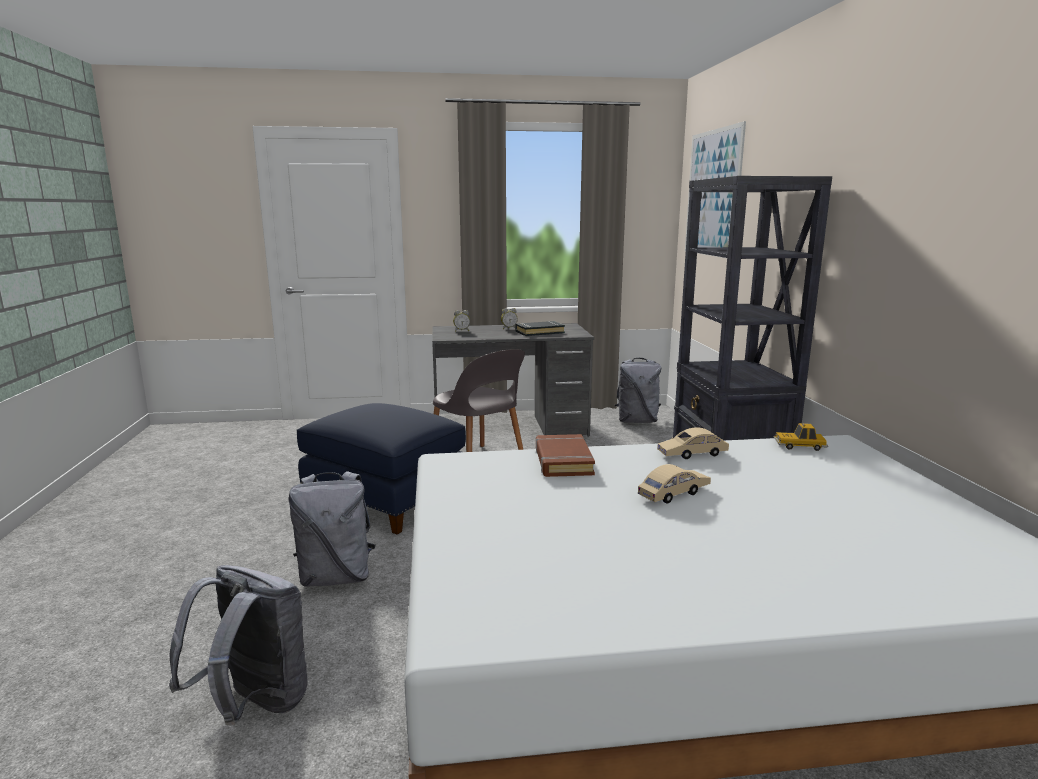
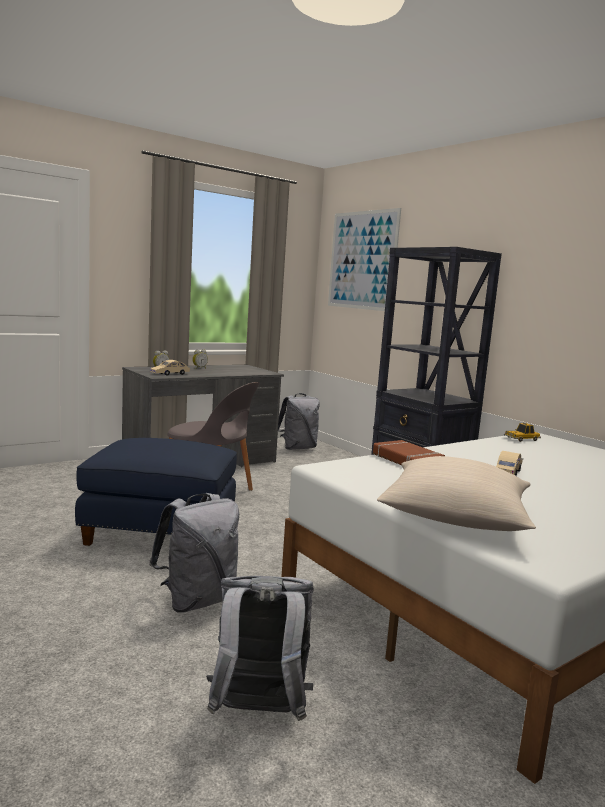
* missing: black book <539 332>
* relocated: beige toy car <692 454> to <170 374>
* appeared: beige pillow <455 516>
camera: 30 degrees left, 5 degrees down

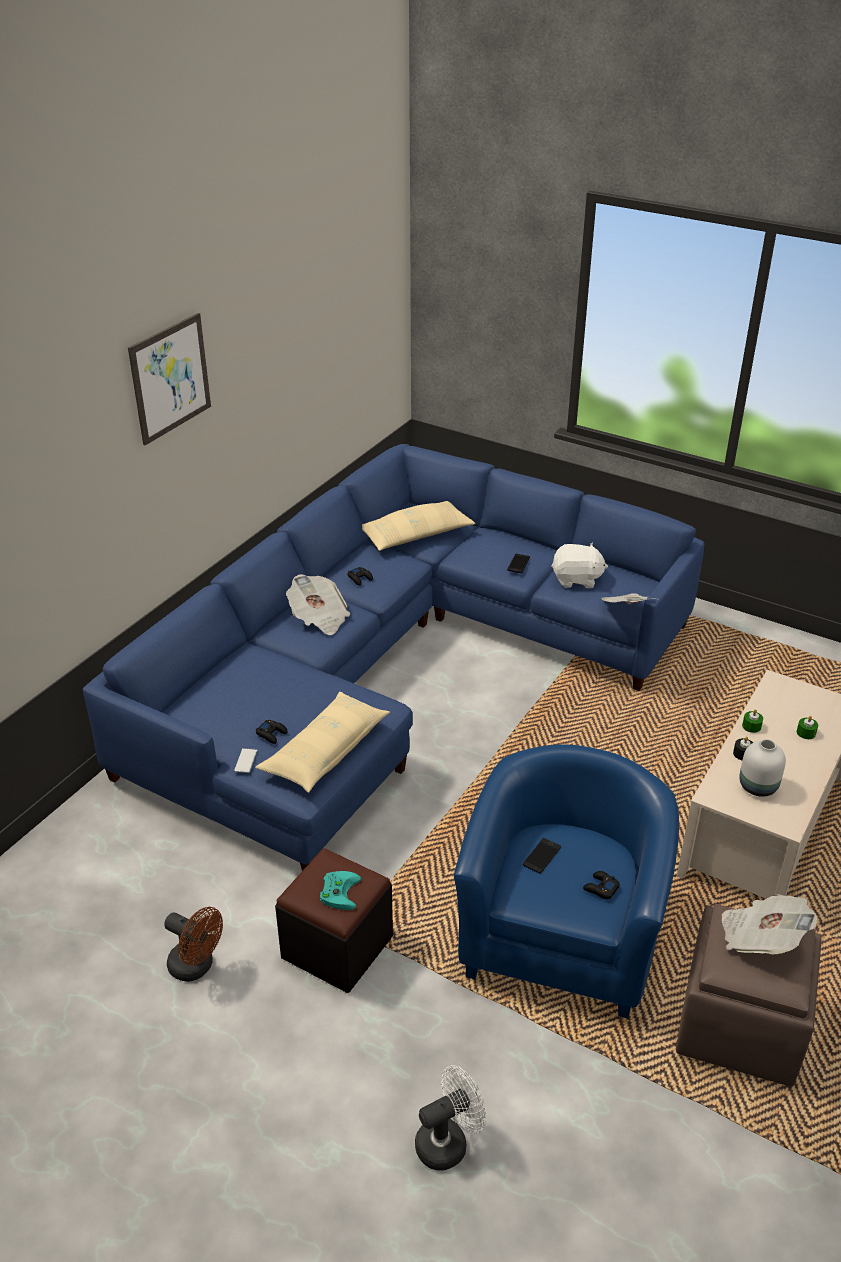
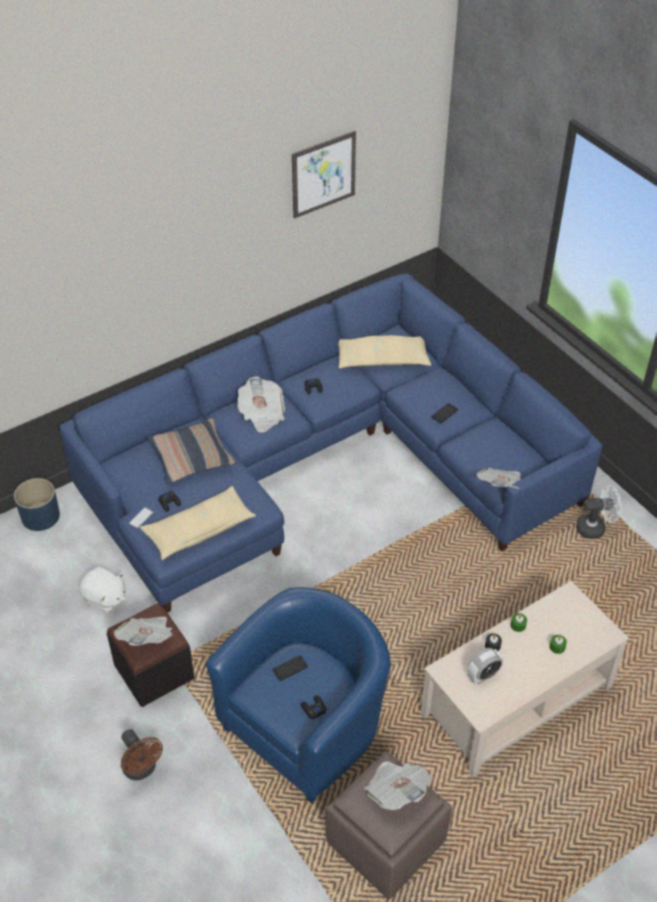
* relocated: picture <170 378> to <323 174>
* relocated: brown fan <197 967> to <142 769>
* exchanged: turquoise game controller <338 891> to newspaper <147 639>
* relocated: white fan <448 1142> to <595 528>
* relocated: white plush toy <576 580> to <104 598>
* exchanged: white vase <757 785> to alarm clock <483 675>
* appeared: blue planter <40 516>
* appeared: pillow <191 457>
camera: 25 degrees right, 10 degrees up

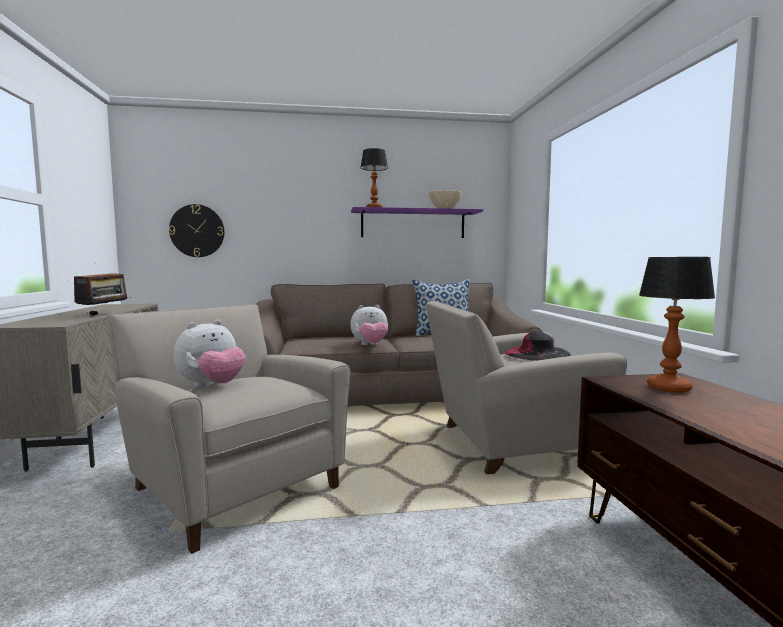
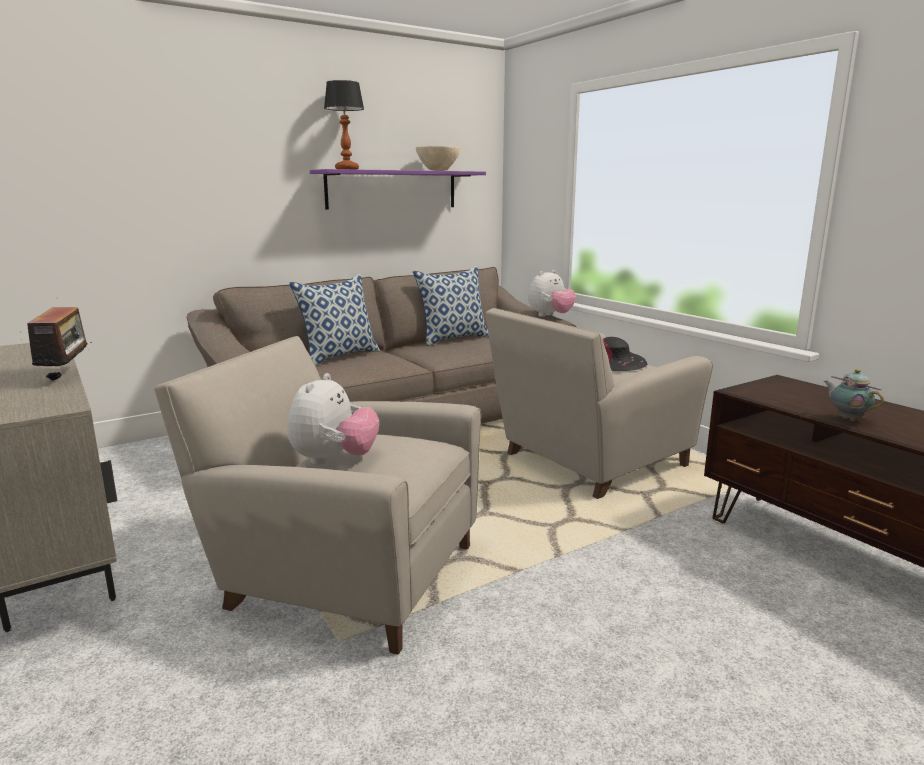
* missing: wall clock <197 231>
* relocated: plush toy <370 345> to <550 316>
* missing: table lamp <669 388>
* appeared: pillow <339 356>
* appeared: teapot <847 419>
camera: 25 degrees left, 10 degrees up

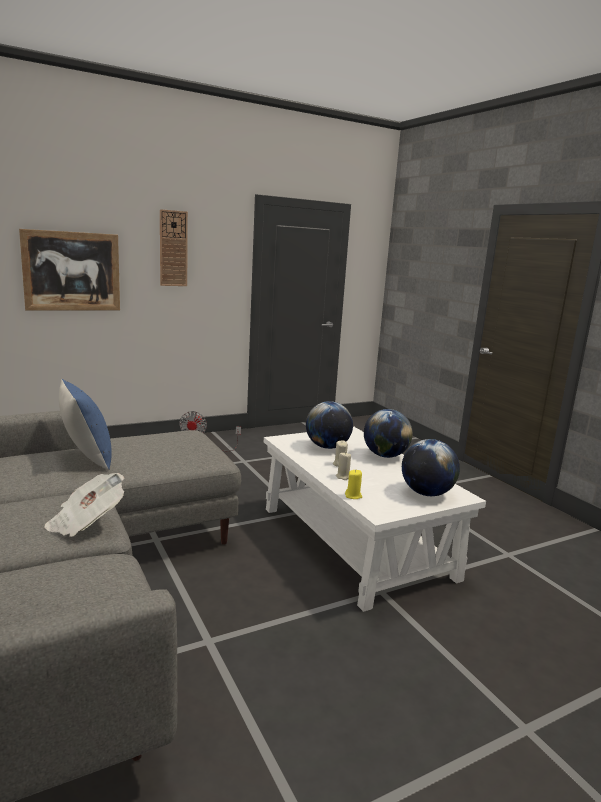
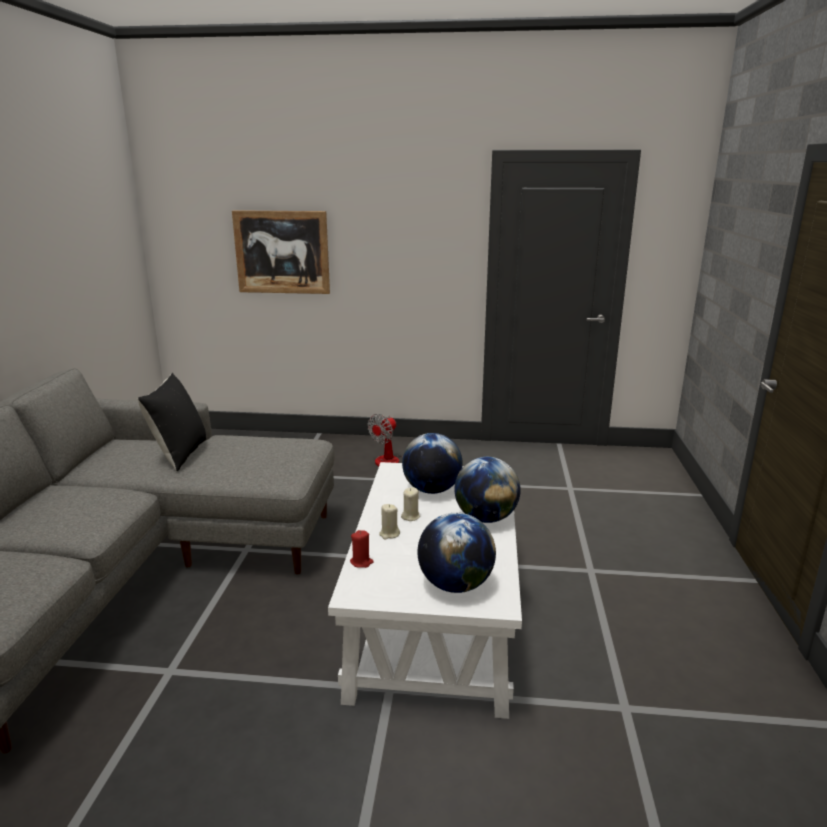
* missing: newspaper <86 522>
* colour: blue pillow <86 458> to black pillow <179 454>
* missing: wall clock <173 248>
* colour: yellow candle <353 496> to red candle <361 562>
camera: 35 degrees right, 5 degrees up

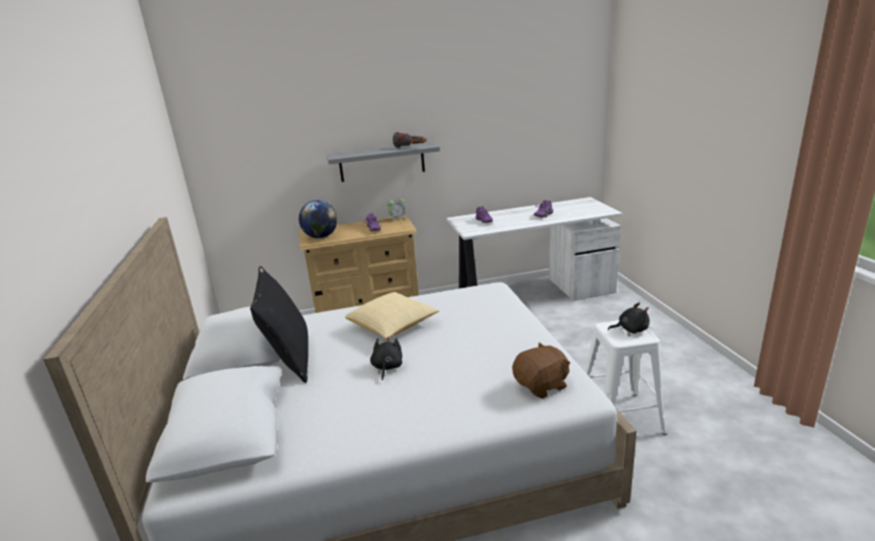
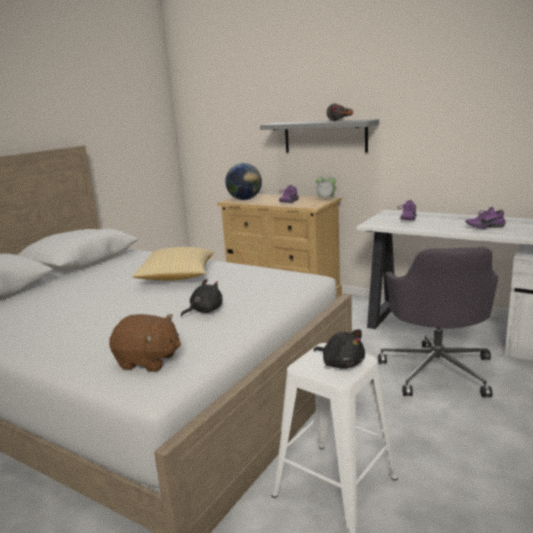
* missing: black pillow <289 359>
* relocated: black plush toy <387 367> to <204 311>
* appeared: grey office chair <437 370>
camera: 45 degrees right, 5 degrees down

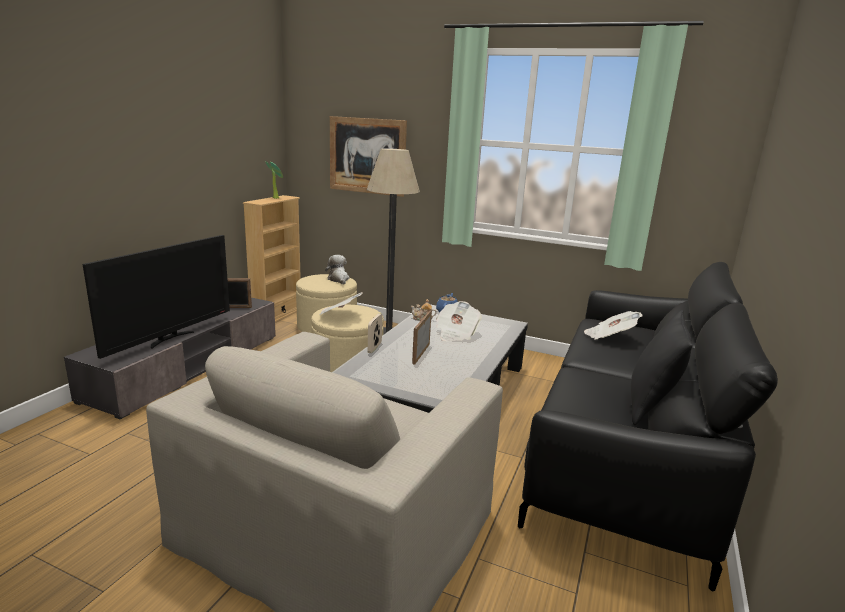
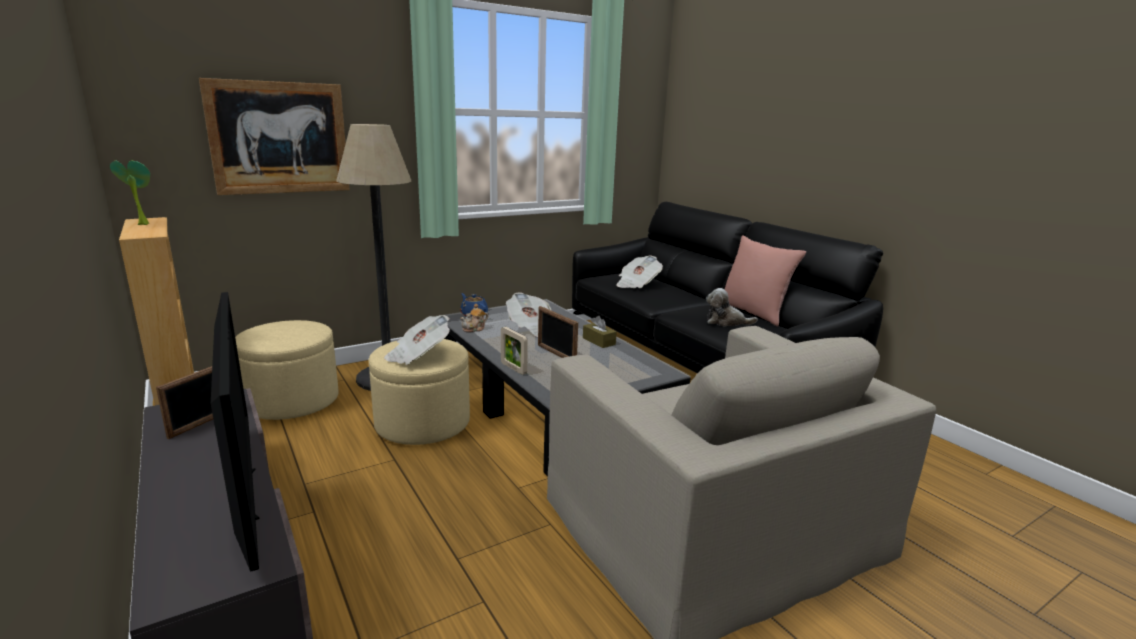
* relocated: plush toy <338 279> to <726 322>
* colour: black pillow <650 406> to pink pillow <754 314>
* appeared: brown tissue box <599 341>
camera: 55 degrees left, 0 degrees up

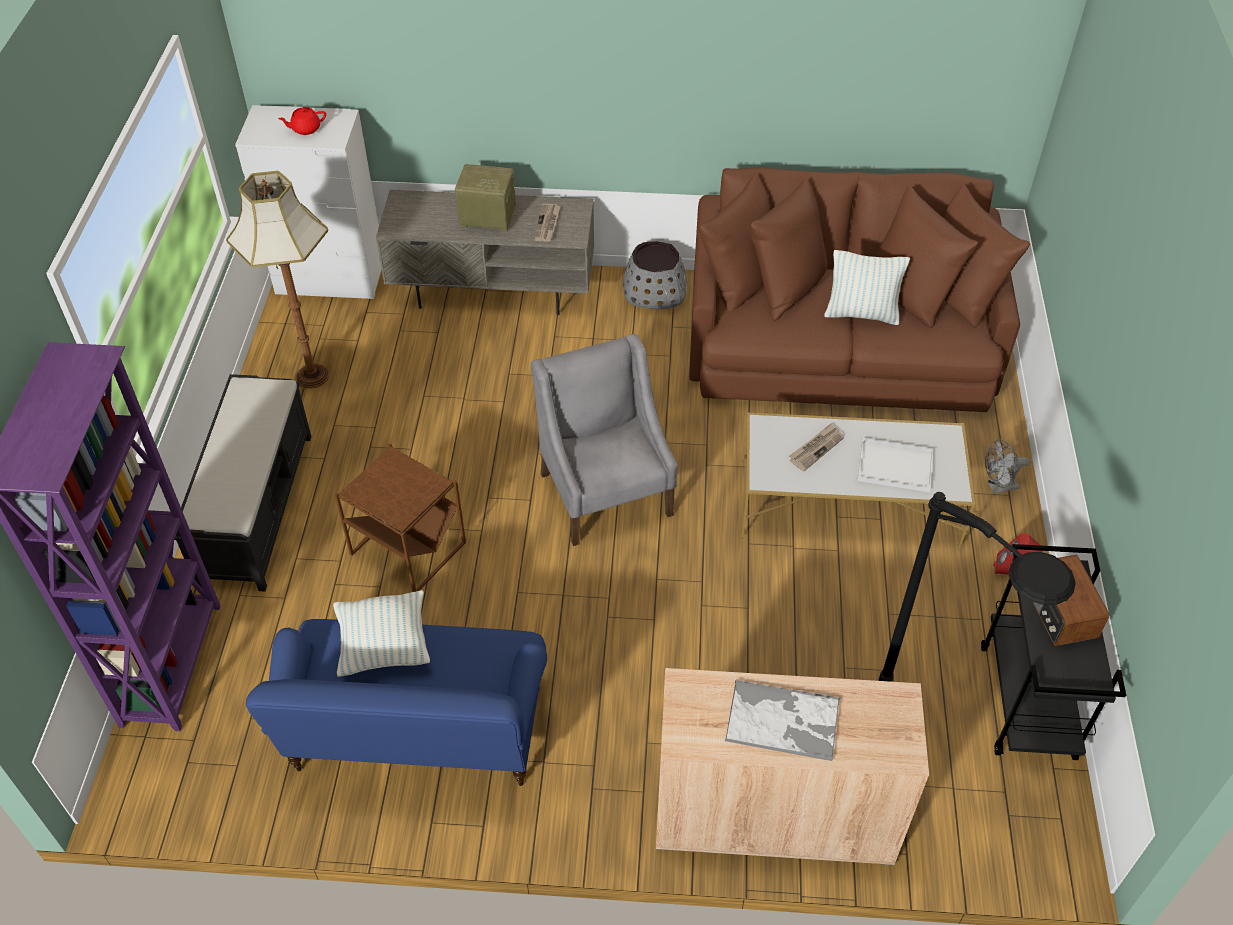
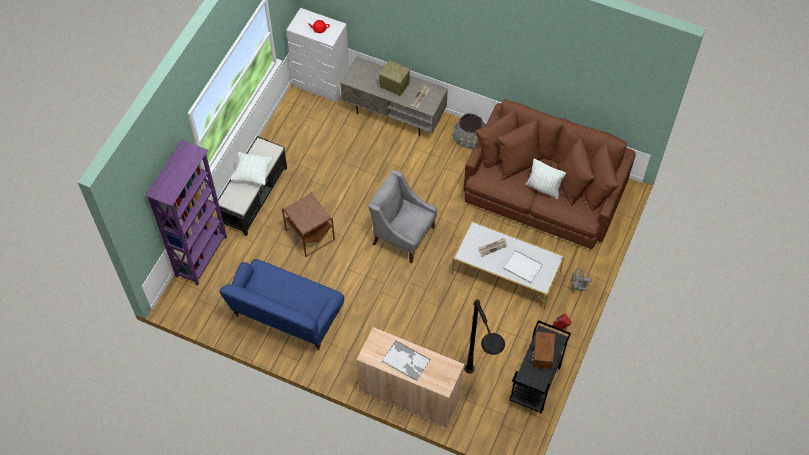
* missing: floor lamp <313 376>
* relocated: pillow <384 646> to <252 173>
* spun: grey armchair <606 492> = <403 235> 60 degrees counterclockwise
camera: 20 degrees right, 10 degrees up

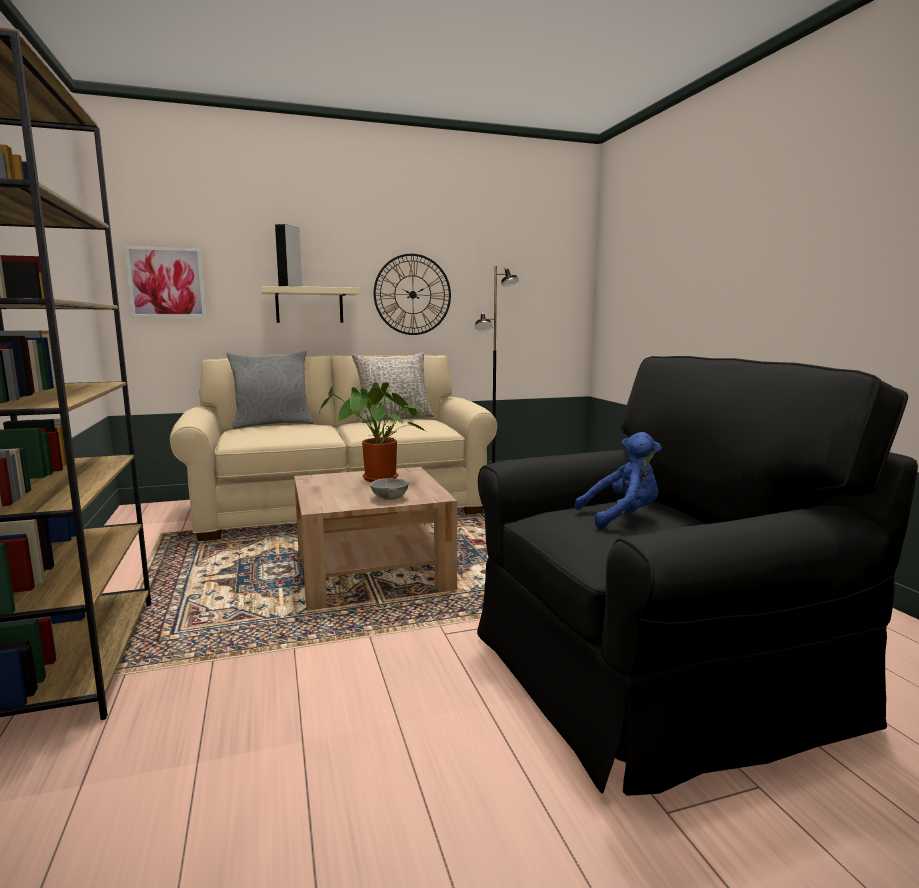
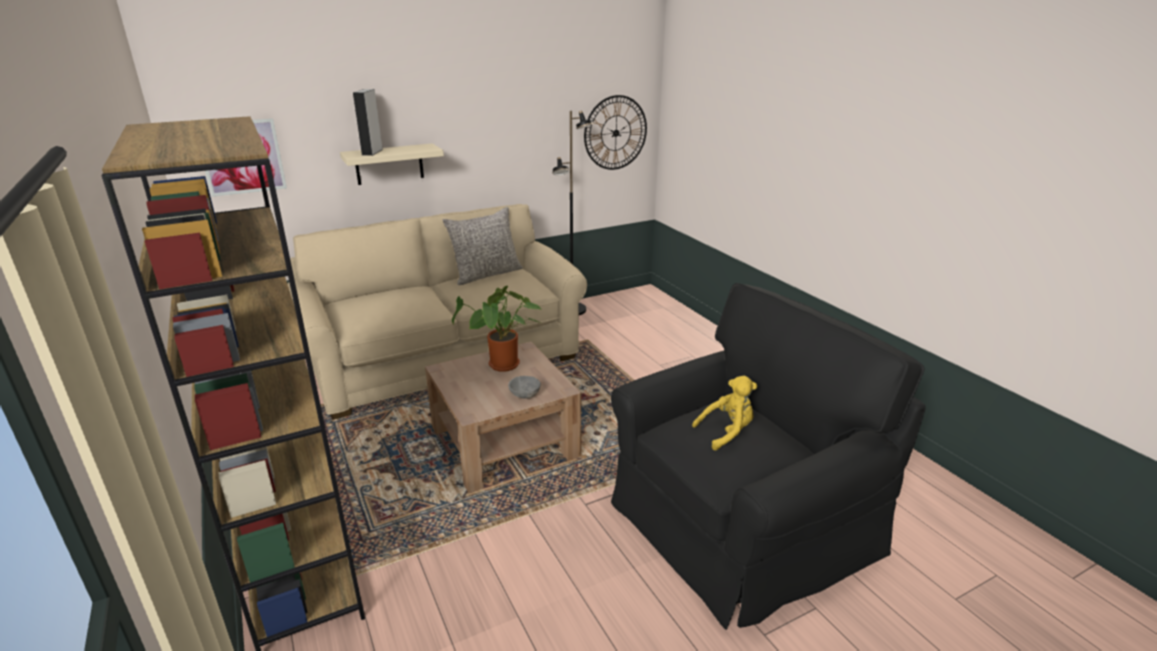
* missing: grey pillow <272 424>
* relocated: wall clock <412 294> to <615 133>
* colour: blue plush toy <622 517> to yellow plush toy <727 432>
camera: 10 degrees left, 15 degrees up

